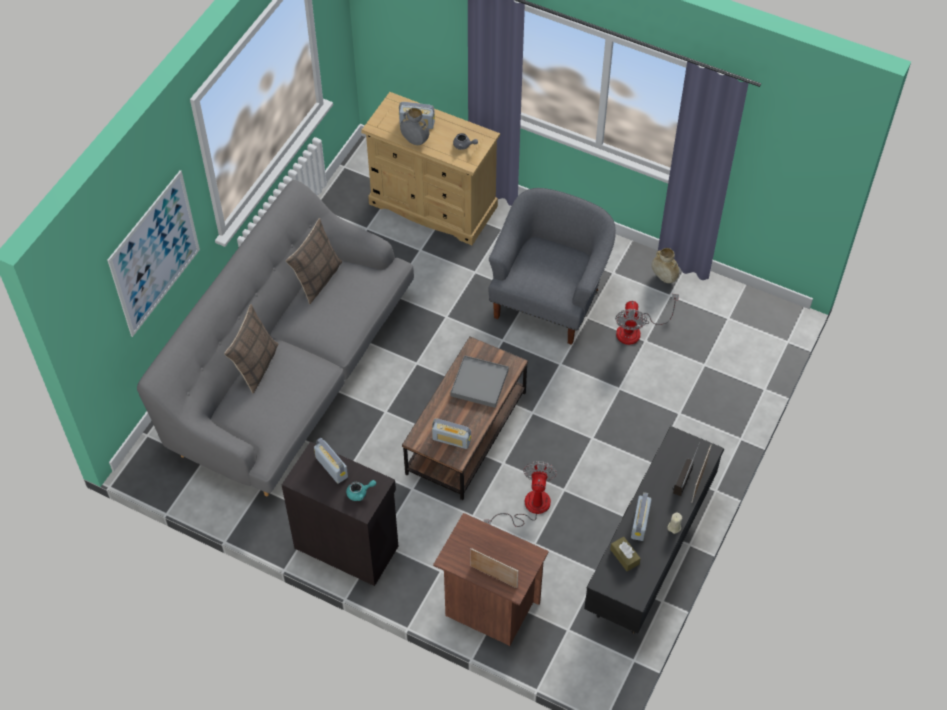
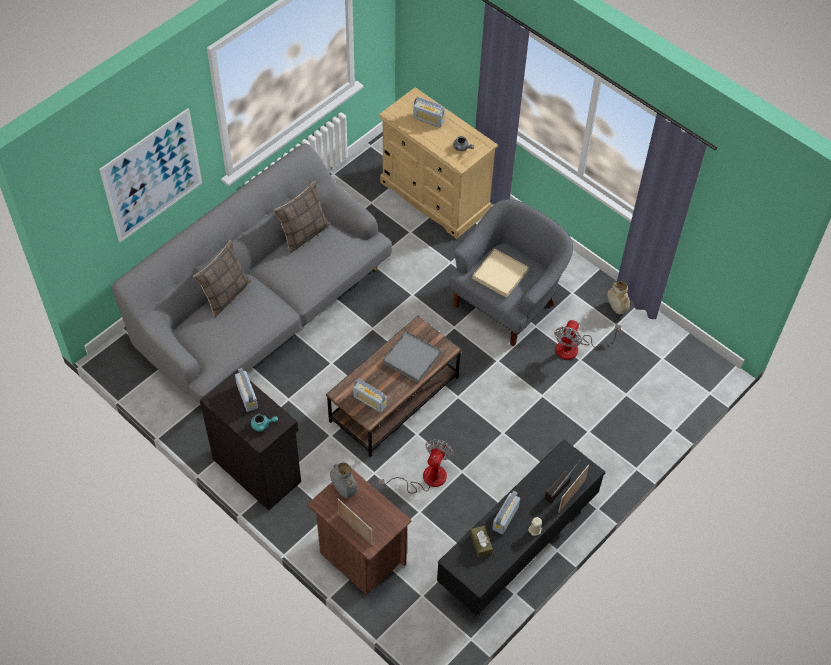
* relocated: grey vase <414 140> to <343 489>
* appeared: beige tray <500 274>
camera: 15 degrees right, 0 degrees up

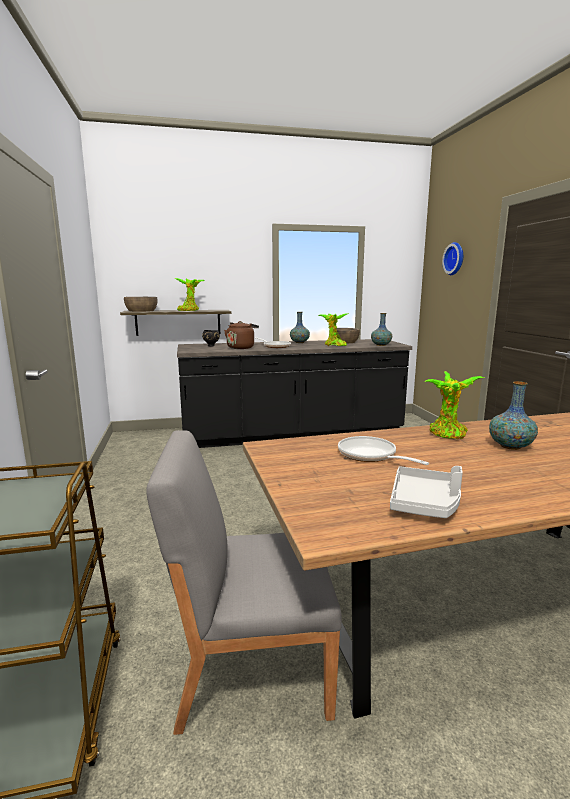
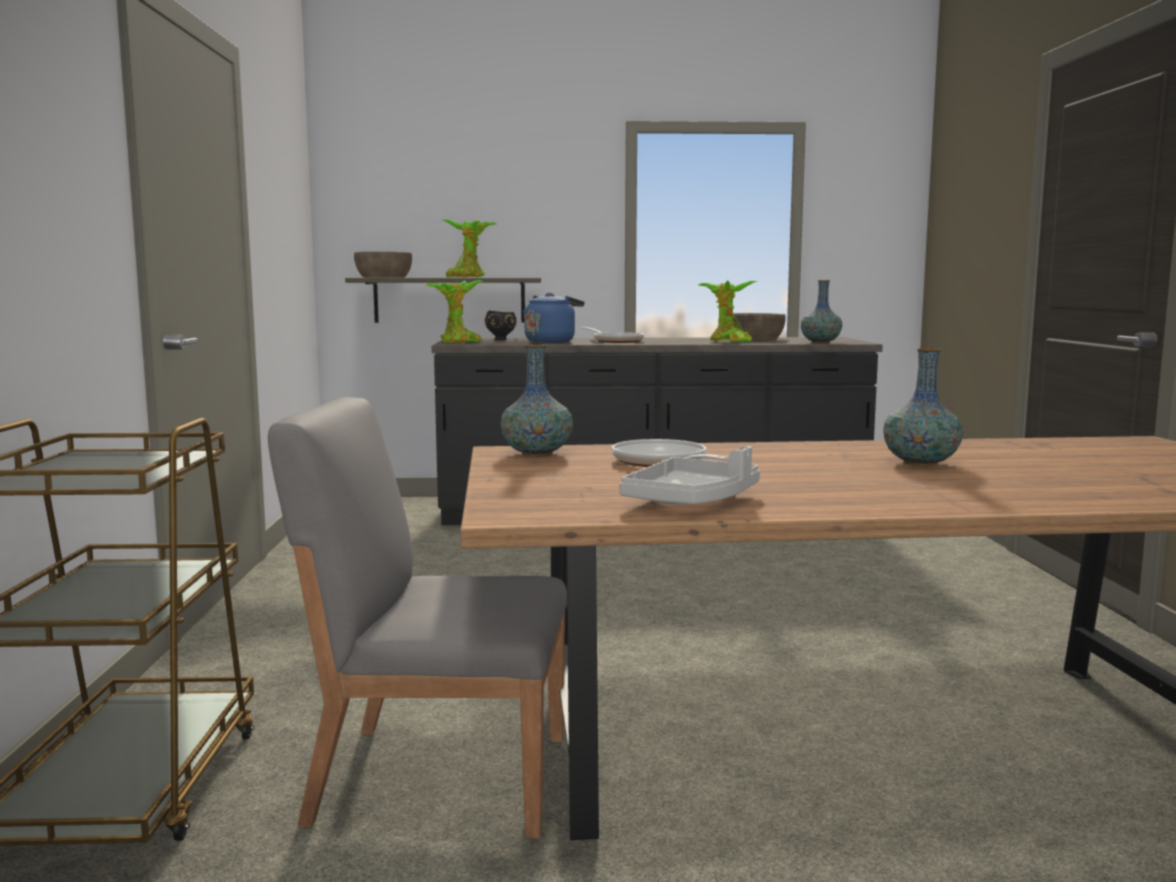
* colour: brown kettle <241 347> to blue kettle <551 342>
* relocated: vase <299 342> to <537 454>
* relocated: potted plant <448 434> to <459 343>
* missing: wall clock <455 258>
camera: 10 degrees right, 5 degrees down

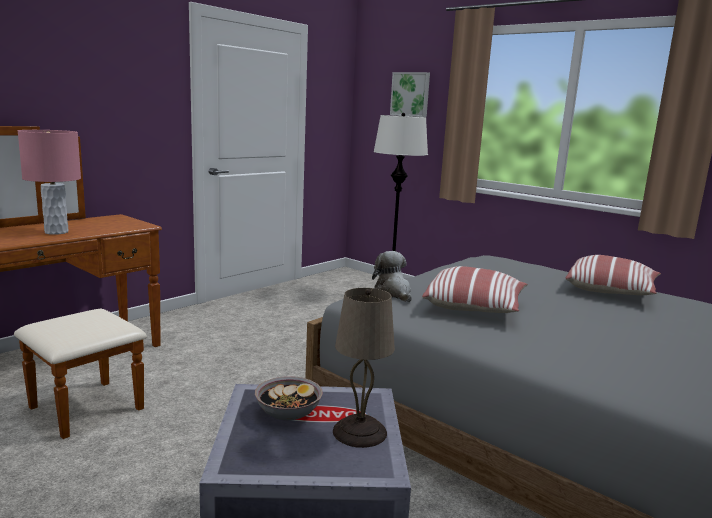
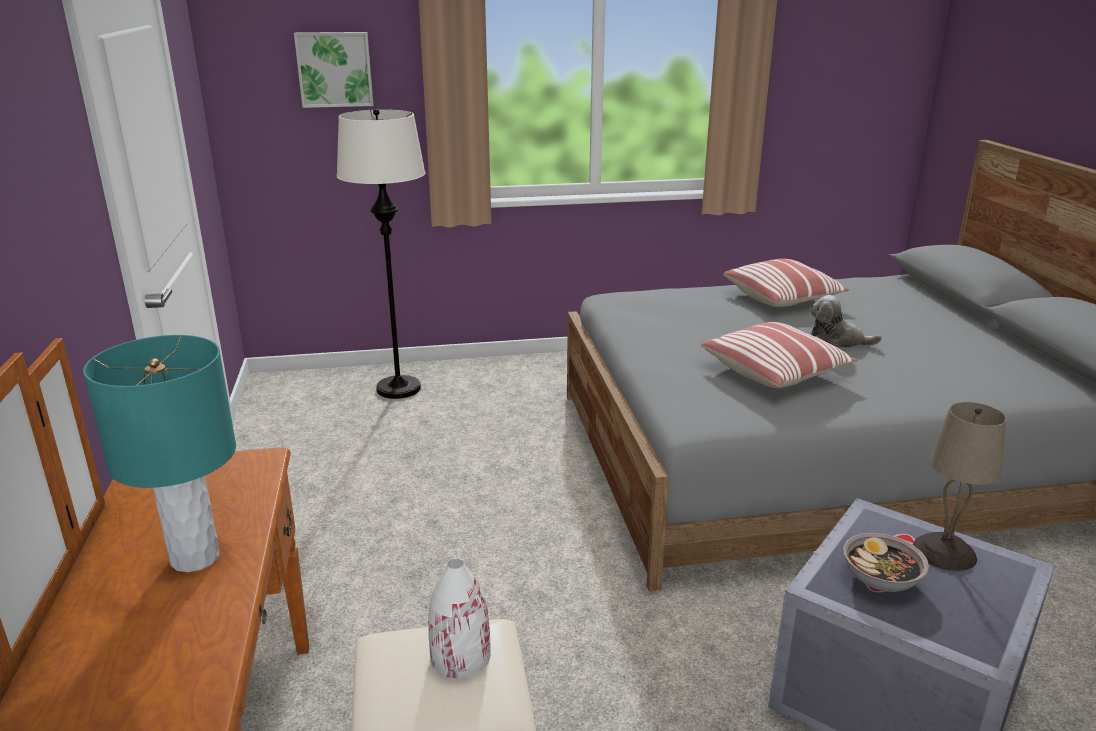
* colour: pink table lamp <56 232> to turquoise table lamp <196 557>
* relocated: plush toy <393 293> to <837 341>
* appeared: white vase <460 656>
camera: 50 degrees left, 10 degrees up

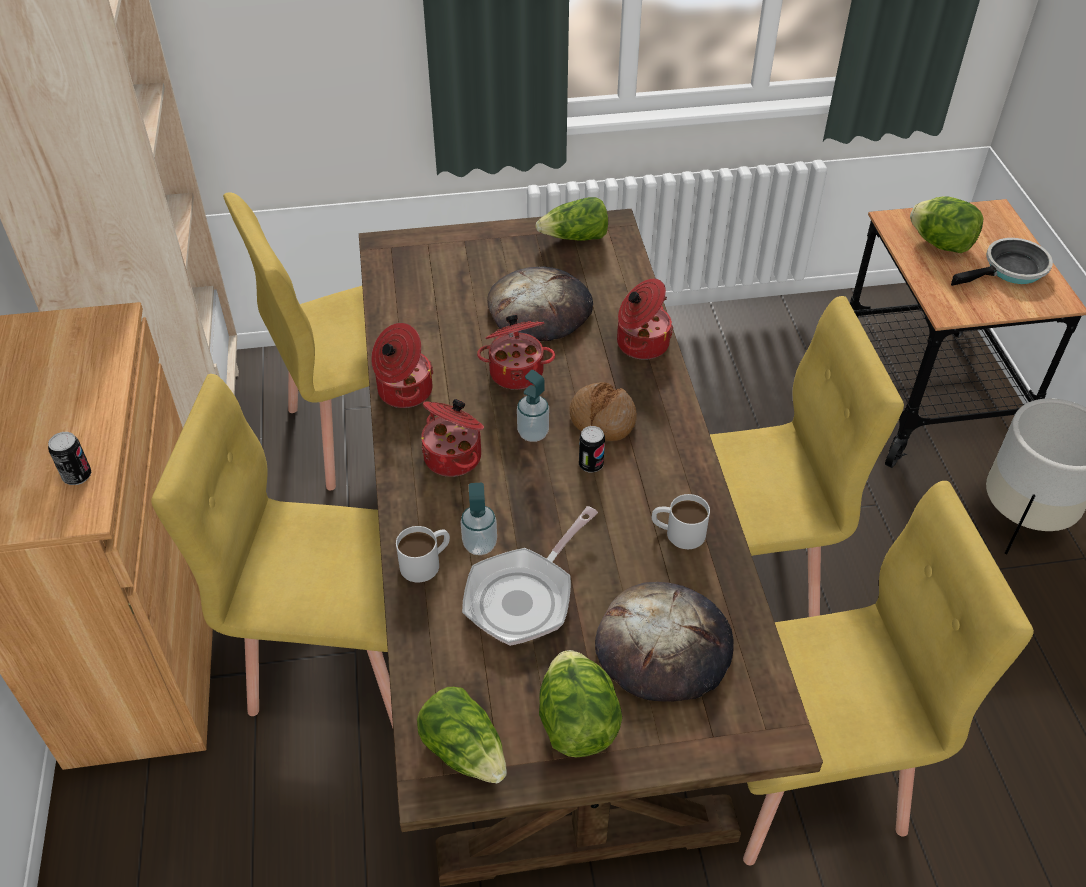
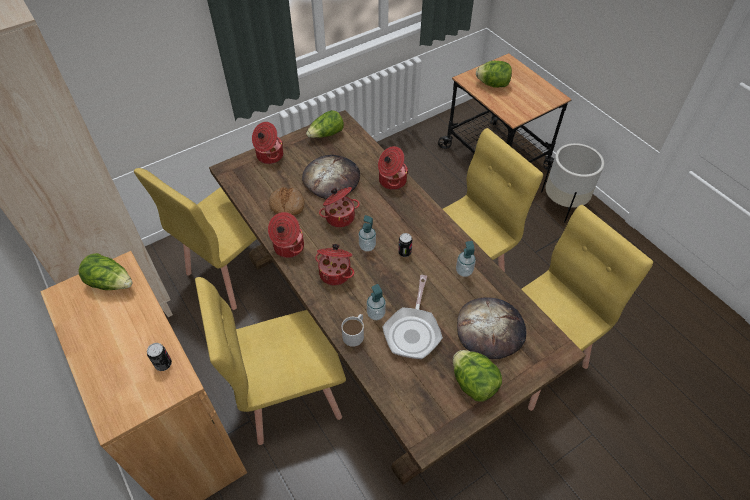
* relocated: lettuce <465 749> to <111 282>
* relocated: bread <602 419> to <287 206>
* exchanged: white mug <678 532> to soap dispenser <464 271>
* missing: frying pan <1010 270>
* appeared: cooking pot <269 156>
camera: 25 degrees left, 5 degrees up

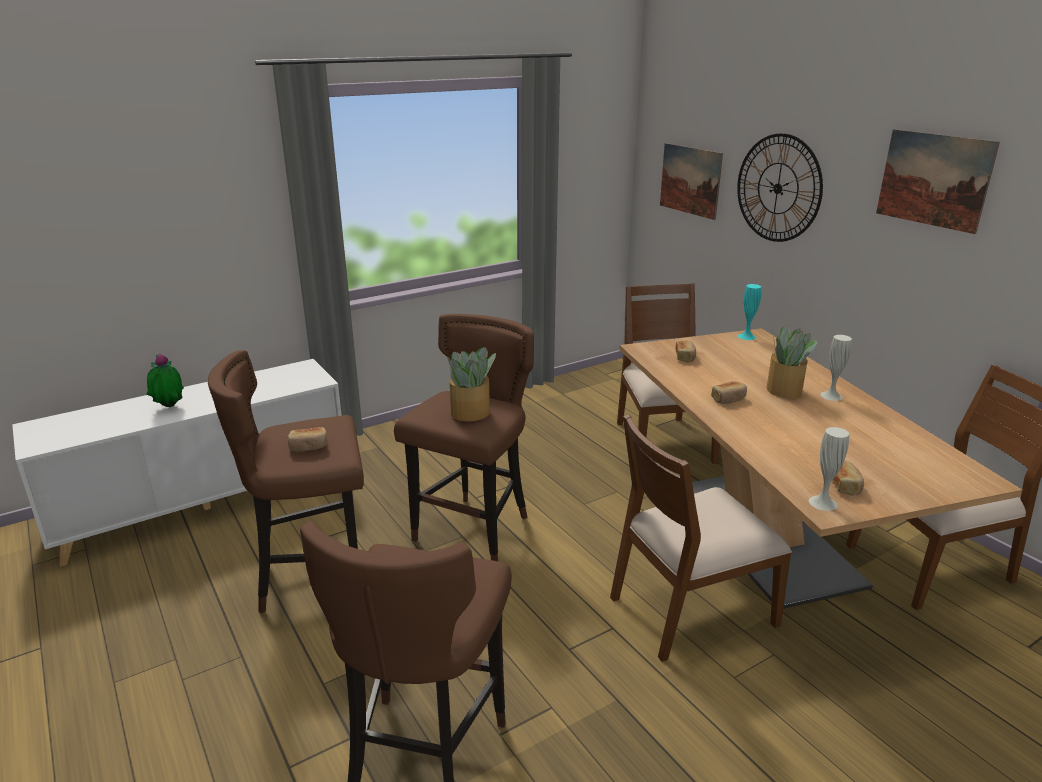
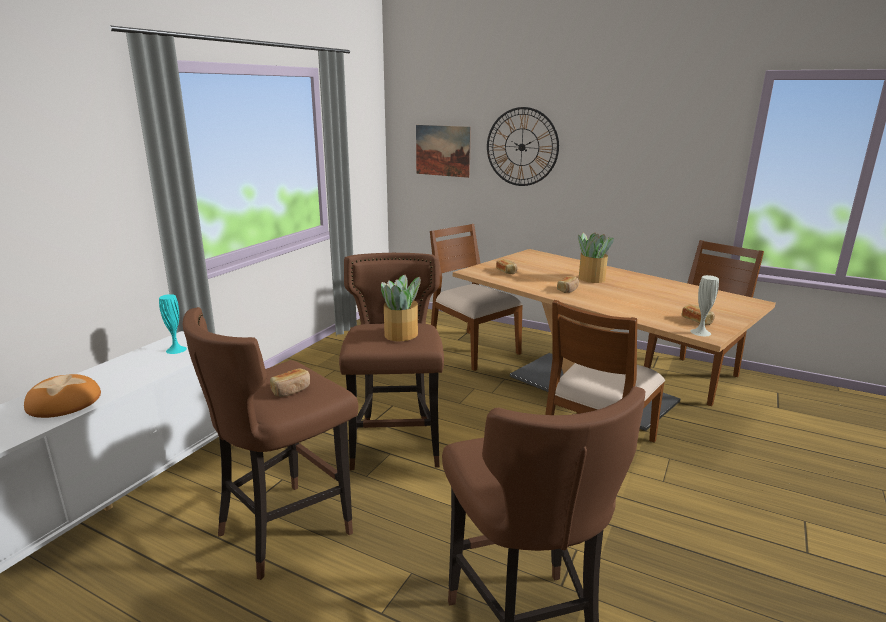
* exchanged: potted plant <169 408> to bread <63 402>
* relocated: turquoise vase <746 336> to <176 350>
* missing: white vase <831 396>
* missing: picture <934 180>
camera: 30 degrees left, 5 degrees down

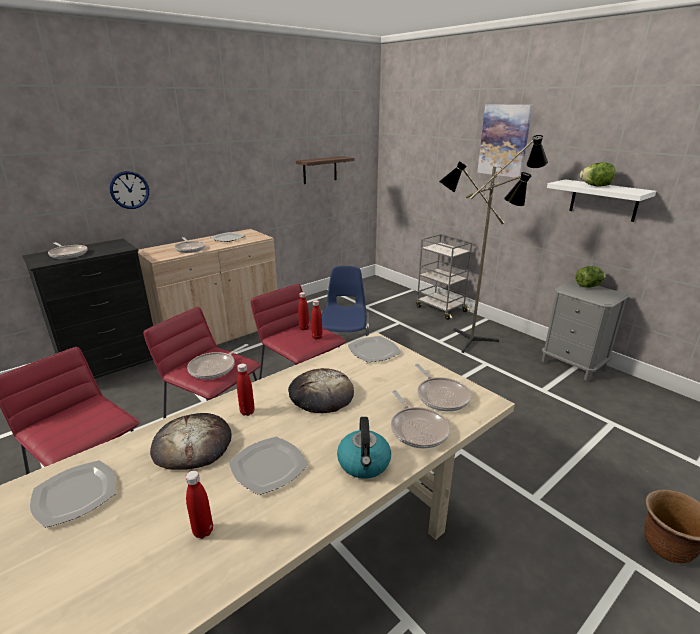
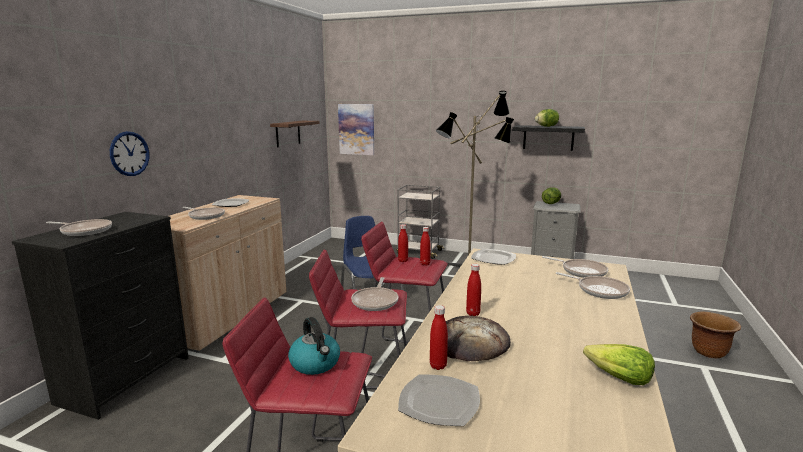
* relocated: red bottle <203 531> to <438 366>
* missing: plate <268 466>
* missing: bread <321 394>
* relocated: kettle <364 464> to <315 364>
* relocated: picture <504 140> to <356 129>
* colour: white shelf <604 200> to black shelf <548 137>
* appeared: lettuce <618 378>
camera: 30 degrees left, 10 degrees down

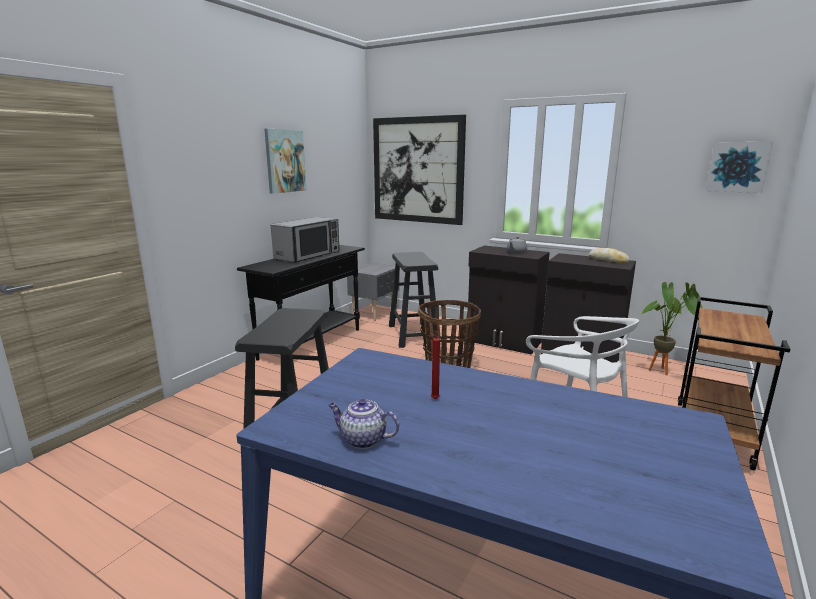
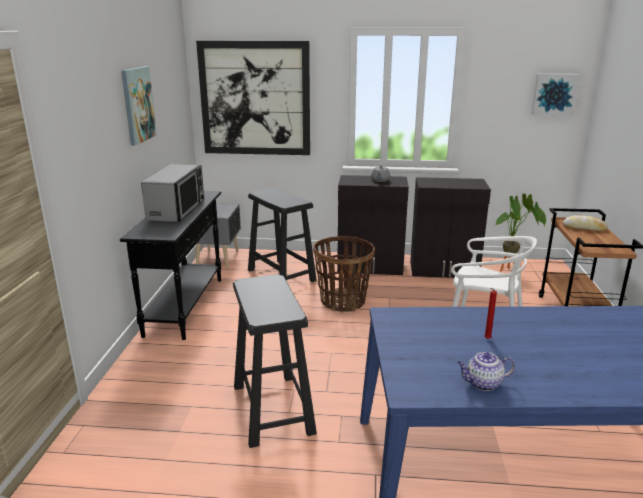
* relocated: bread <608 260> to <584 228>
camera: 25 degrees left, 5 degrees up

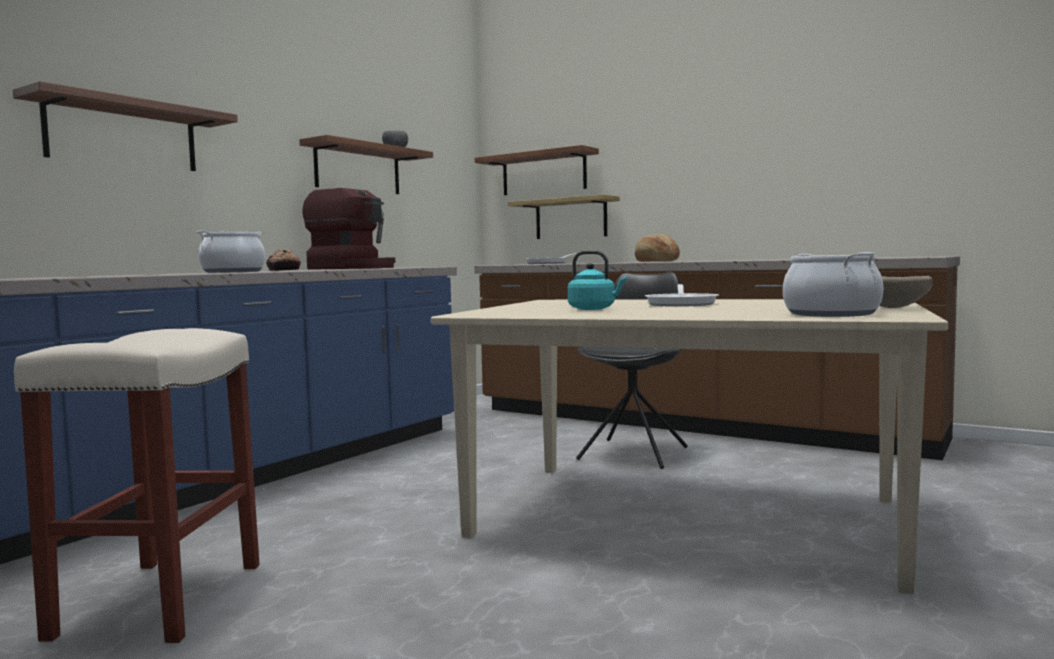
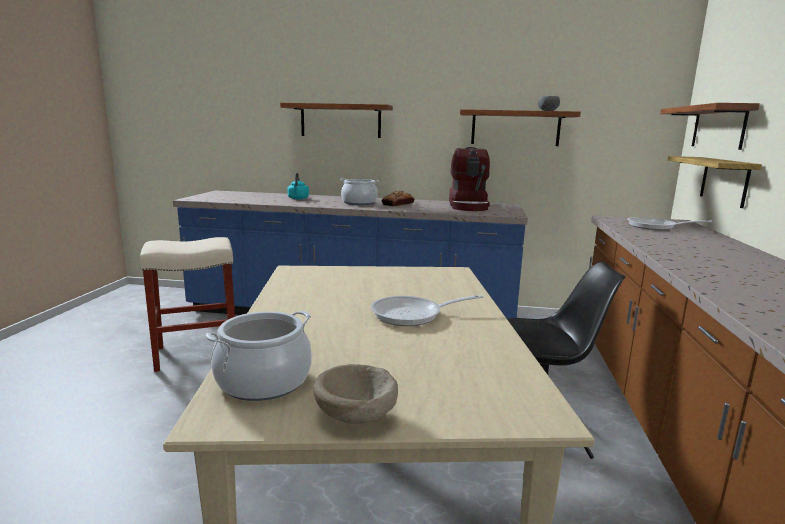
* relocated: turquoise kettle <594 309> to <298 199>
* missing: bread <656 261>
camera: 65 degrees right, 10 degrees up

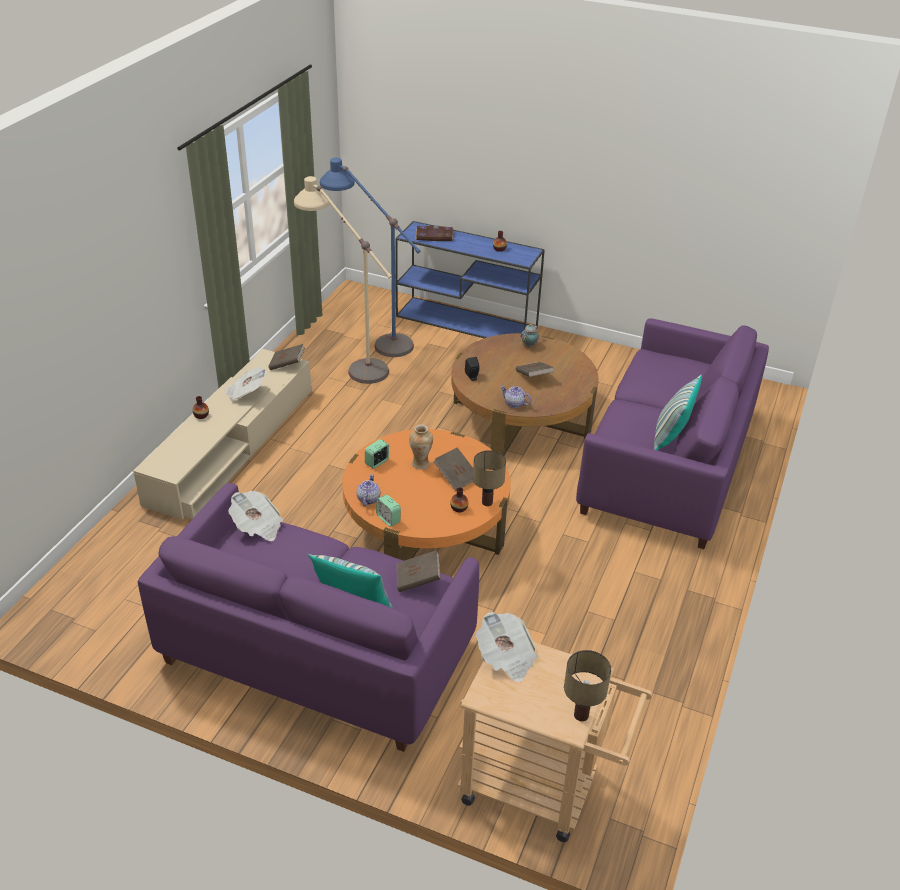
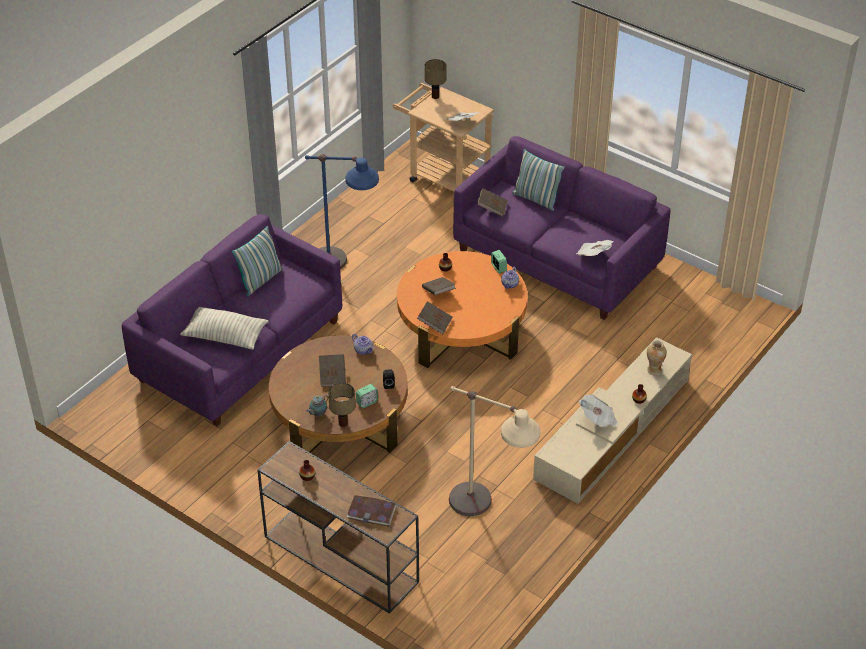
* relocated: brown book <287 364> to <435 323>
* relocated: blue floor lamp <373 336> to <343 274>
* relocated: alarm clock <377 462> to <367 402>
* colour: blue console table <467 322> to brown console table <339 558>
* relocated: vase <420 464> to <654 370>
* relocated: table lamp <487 503> to <343 423>
* appeared: pillow <225 336>
camera: 165 degrees left, 5 degrees up

